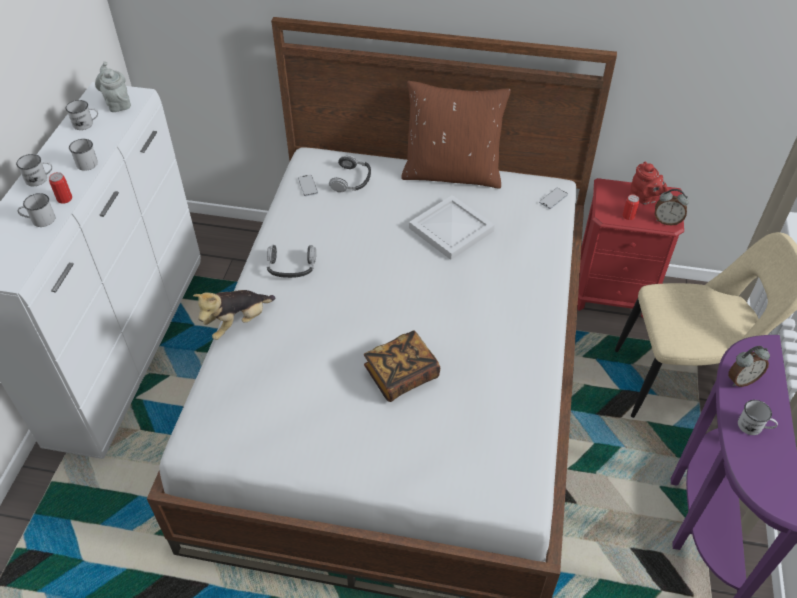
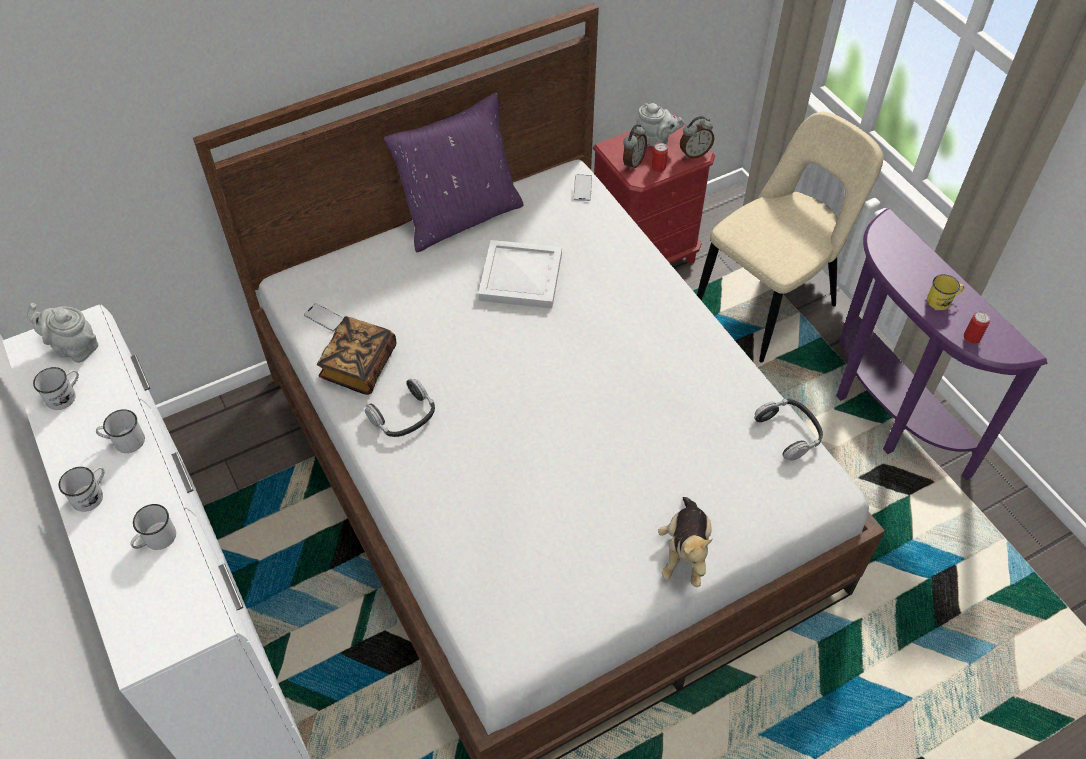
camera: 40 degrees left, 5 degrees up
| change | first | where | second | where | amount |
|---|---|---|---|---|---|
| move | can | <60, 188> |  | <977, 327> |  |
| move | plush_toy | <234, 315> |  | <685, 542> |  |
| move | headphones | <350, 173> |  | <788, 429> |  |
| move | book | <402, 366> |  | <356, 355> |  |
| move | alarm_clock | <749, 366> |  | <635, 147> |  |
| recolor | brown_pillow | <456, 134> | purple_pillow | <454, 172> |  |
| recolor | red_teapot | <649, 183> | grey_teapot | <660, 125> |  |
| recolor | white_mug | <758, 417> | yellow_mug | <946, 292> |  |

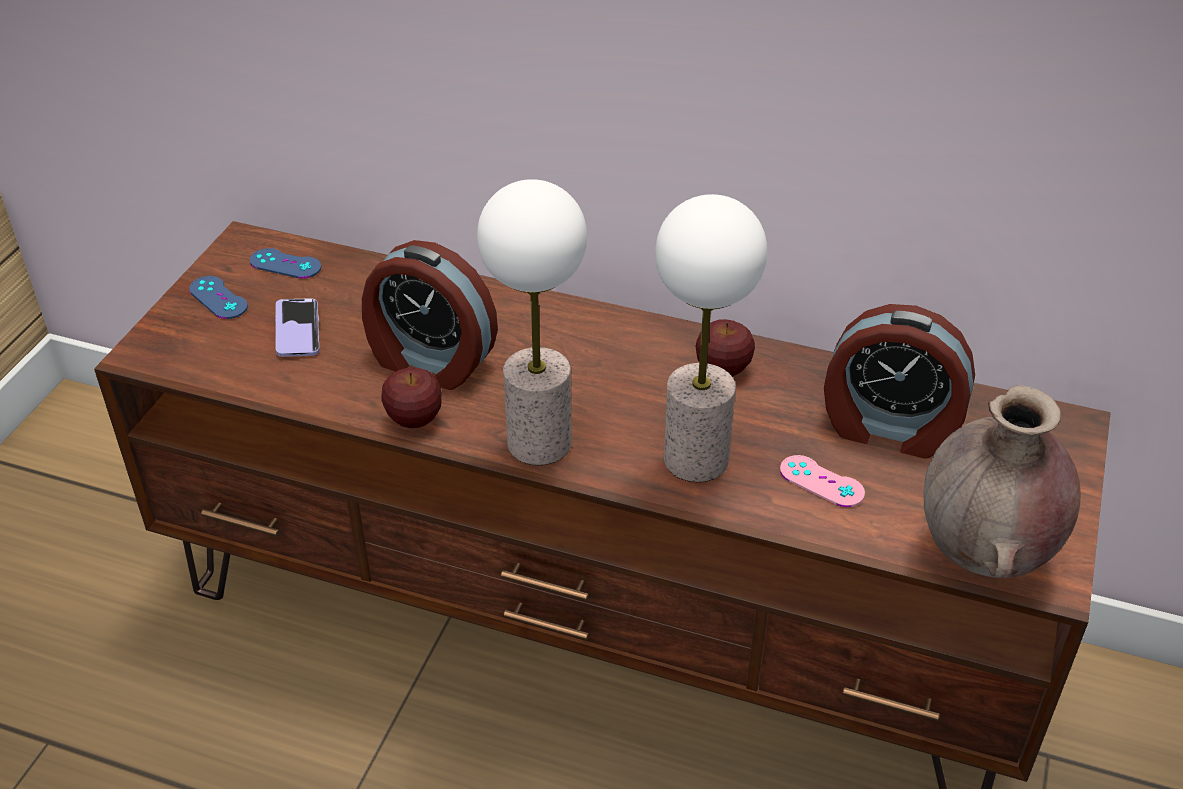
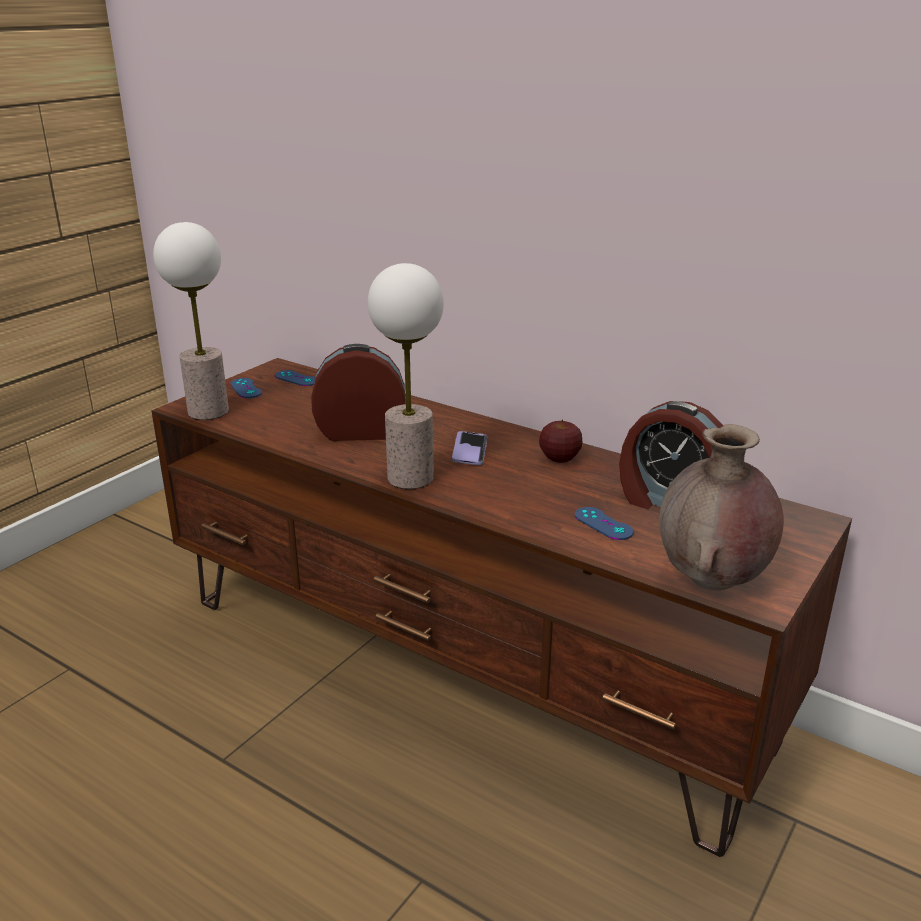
camera: 15 degrees right, 15 degrees down
| change | first | where | second | where | amount |
|---|---|---|---|---|---|
| delete | apple | <412, 398> |  |  |  |
| move | phone | <297, 327> |  | <469, 448> |  |
| move | table_lamp | <711, 338> |  | <191, 321> |  |
| recolor | pink_game_controller | <822, 481> | blue_game_controller | <604, 523> |  |
| rotate | alarm_clock | <430, 315> |  | <358, 392> | 135 degrees clockwise |

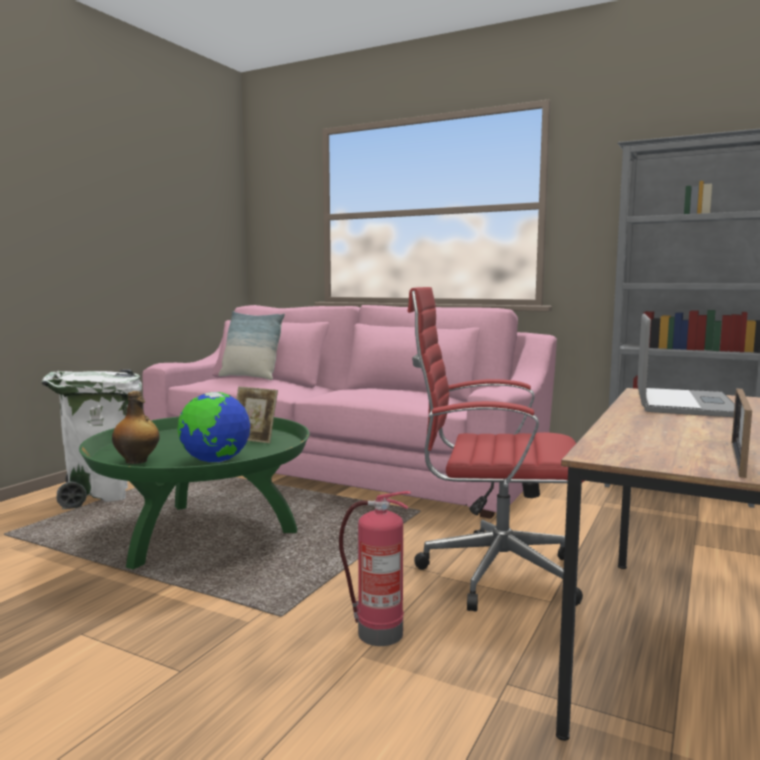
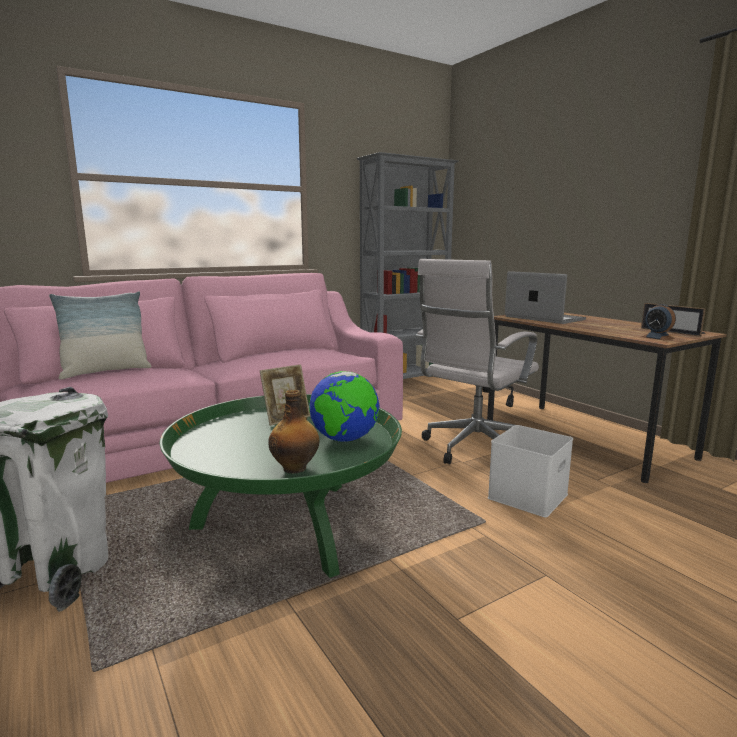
camera: 60 degrees left, 5 degrees up
| change | first | where | second | where | amount |
|---|---|---|---|---|---|
| insert |  |  | alarm_clock | <658, 322> |  |
| replace | fire_extinguisher | <375, 568> | white_storage_box | <530, 471> |  |
| recolor | red_office_chair | <496, 449> | white_office_chair | <477, 361> |  |

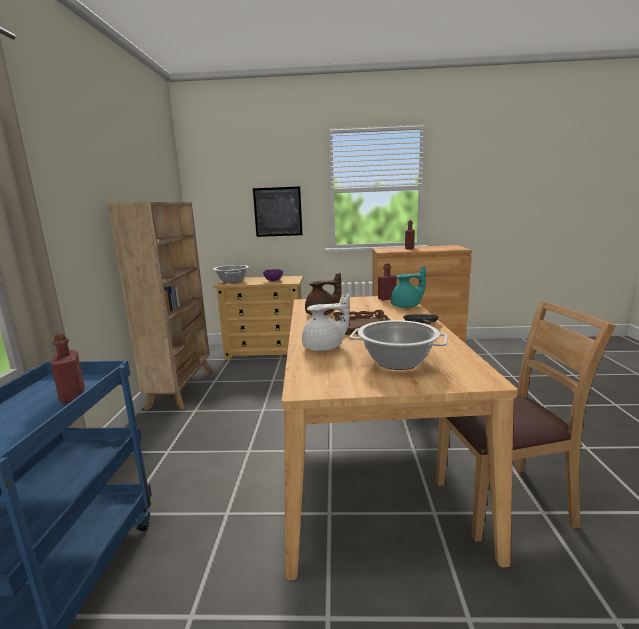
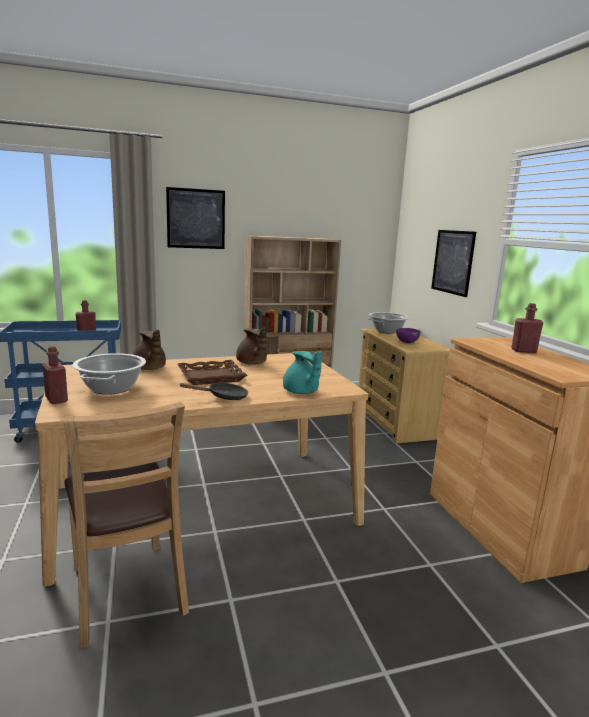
camera: 70 degrees right, 0 degrees up
| change | first | where | second | where | amount |
|---|---|---|---|---|---|
| insert |  |  | picture | <195, 218> |  |
| move | red_bottle | <387, 281> |  | <55, 375> |  |
| recolor | white_teapot | <326, 322> | brown_teapot | <149, 350> |  |

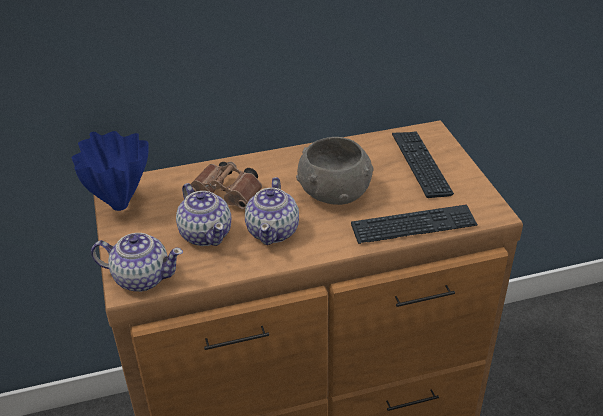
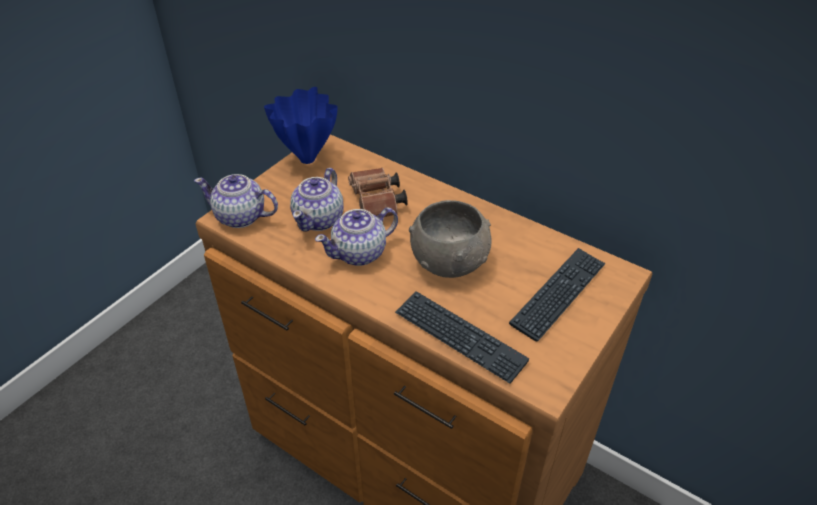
camera: 50 degrees right, 5 degrees up
| change | first | where | second | where | amount |
|---|---|---|---|---|---|
| rotate | teapot | <137, 262> |  | <236, 201> | 135 degrees clockwise |

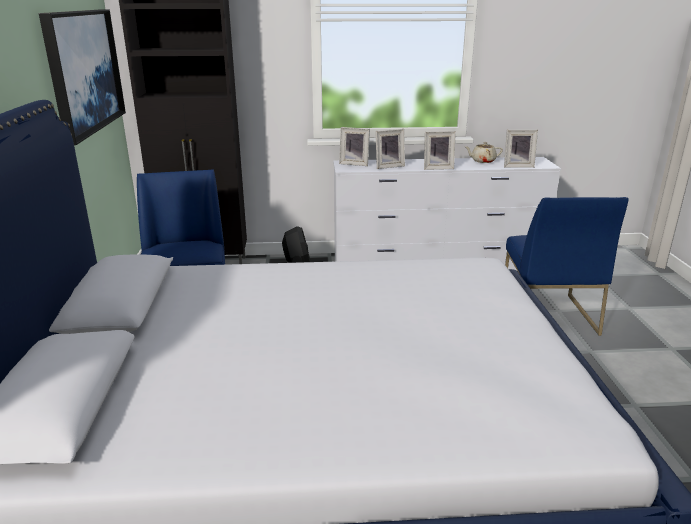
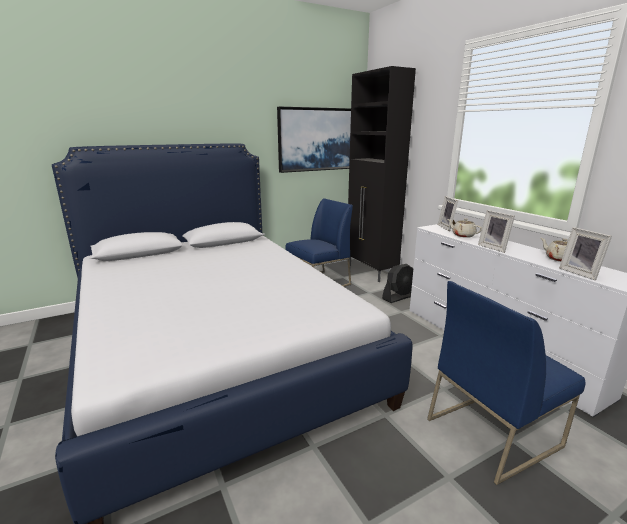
camera: 65 degrees right, 5 degrees down
| change | first | where | second | where | amount |
|---|---|---|---|---|---|
| replace | picture_frame | <390, 149> | beige_teapot | <465, 228> |  |

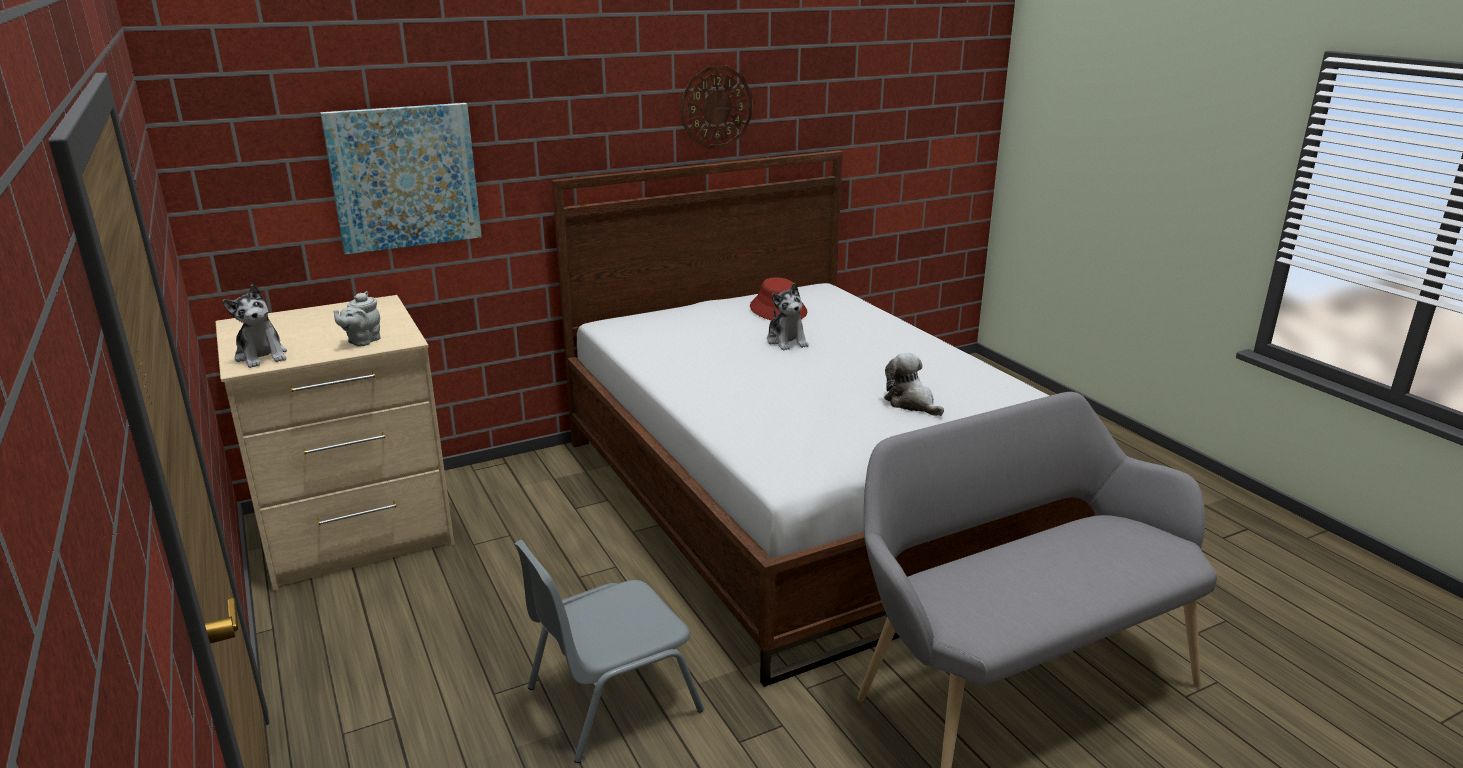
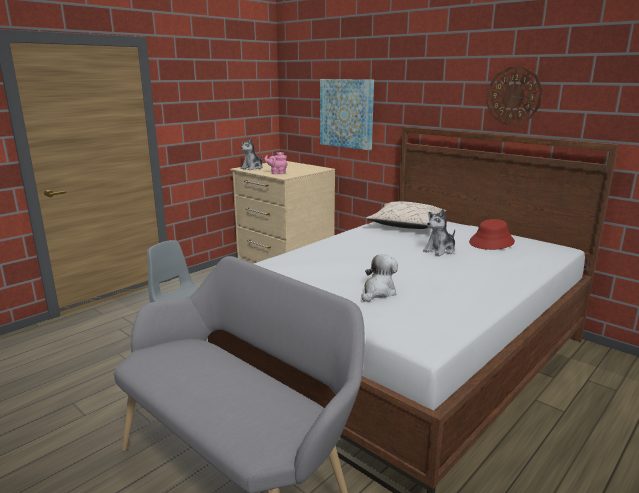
camera: 70 degrees right, 5 degrees down
| change | first | where | second | where | amount |
|---|---|---|---|---|---|
| insert |  |  | beige_pillow | <406, 215> |  |
| recolor | grey_teapot | <356, 318> | pink_teapot | <276, 163> |  |

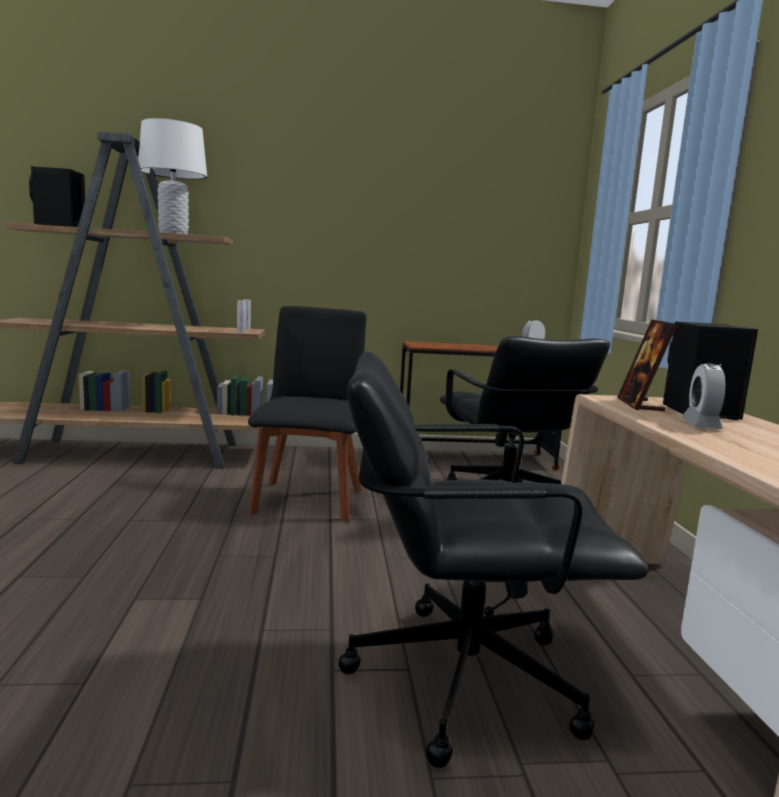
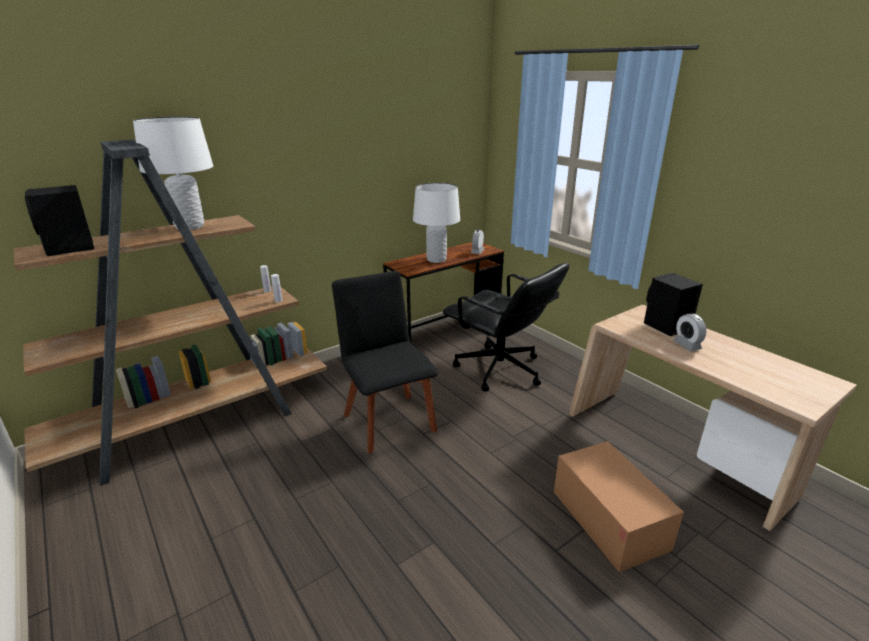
camera: 30 degrees left, 15 degrees up
| change | first | where | second | where | amount |
|---|---|---|---|---|---|
| delete | picture_frame | <647, 365> |  |  |  |
| insert |  |  | white_table_lamp | <436, 223> |  |
| replace | black_office_chair | <493, 559> | cardboard_box | <619, 506> |  |

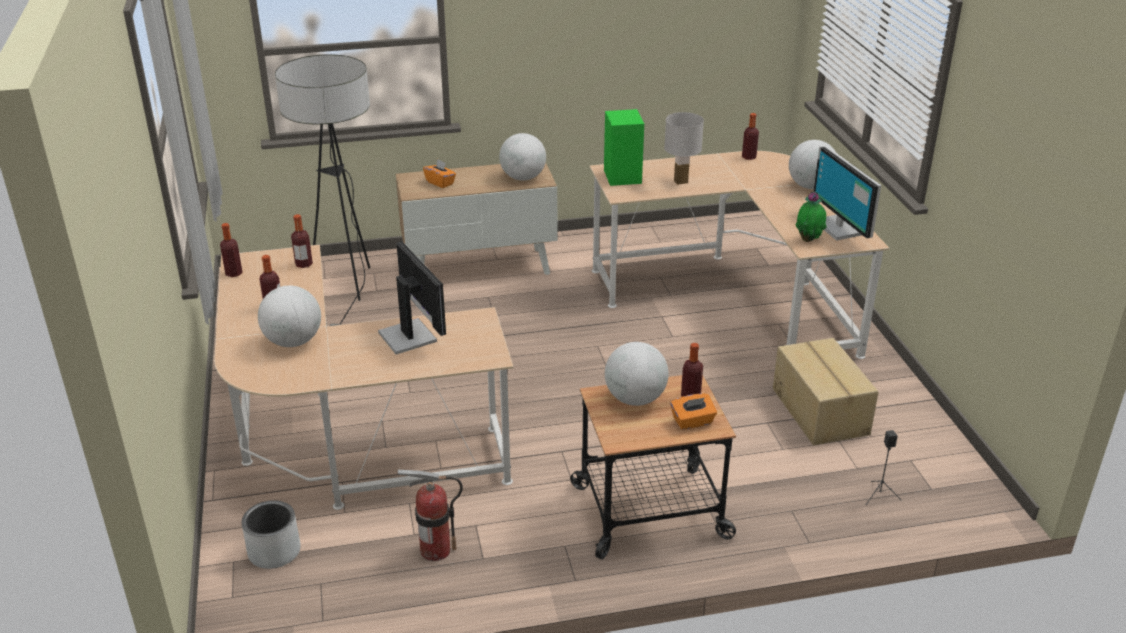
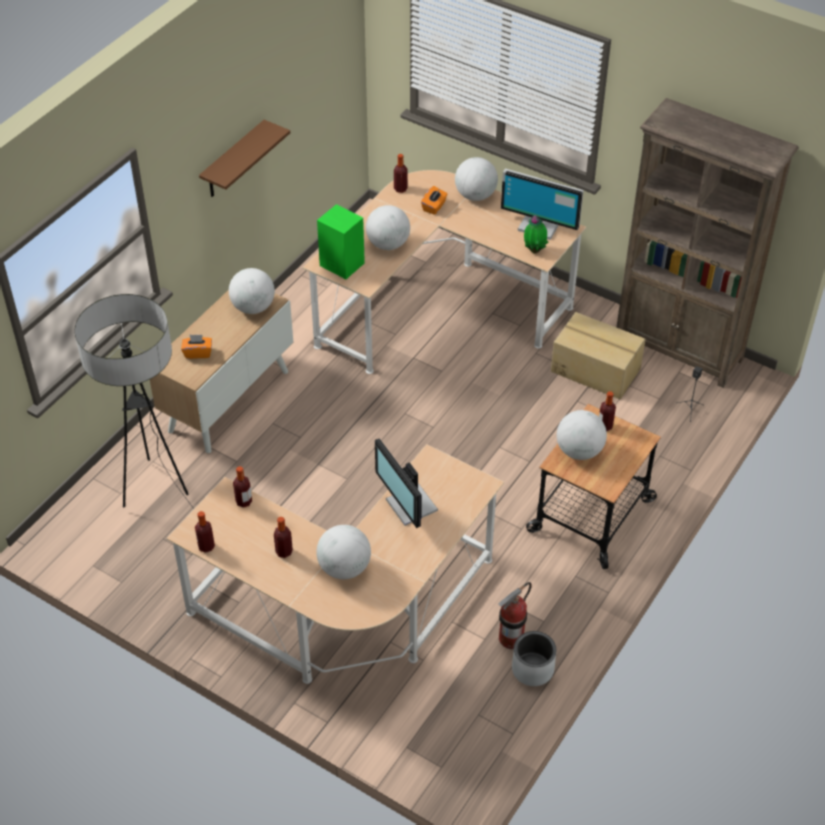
camera: 45 degrees left, 15 degrees up
| change | first | where | second | where | amount |
|---|---|---|---|---|---|
| insert |  |  | brown_shelf | <244, 158> |  |
| insert |  |  | brown_bookcase | <707, 243> |  |
| move | grey_planter | <271, 534> |  | <534, 658> |  |
| move | orange_tissue_box | <693, 411> |  | <434, 200> |  |
| replace | white_table_lamp | <684, 148> | globe | <388, 227> |  |
| rotate | monitor | <412, 297> |  | <406, 483> | 135 degrees counterclockwise |

